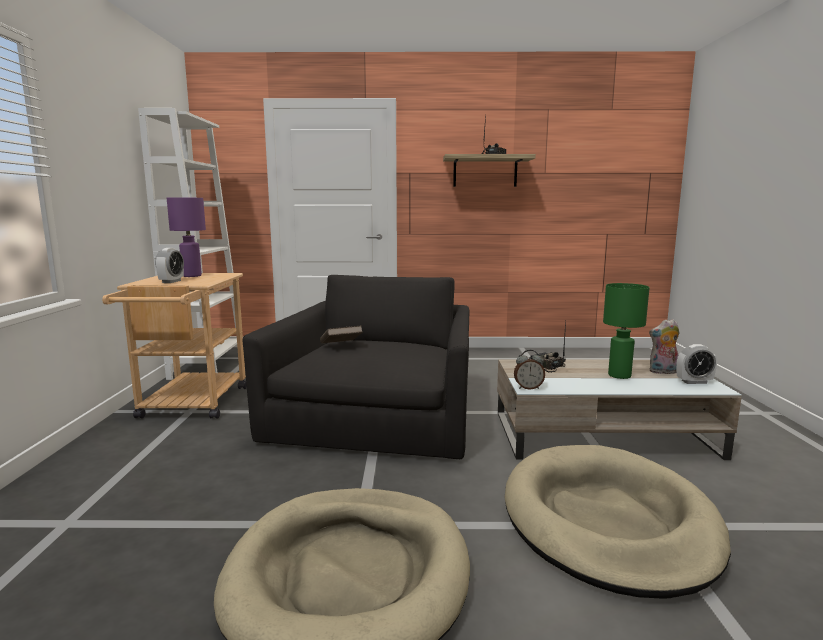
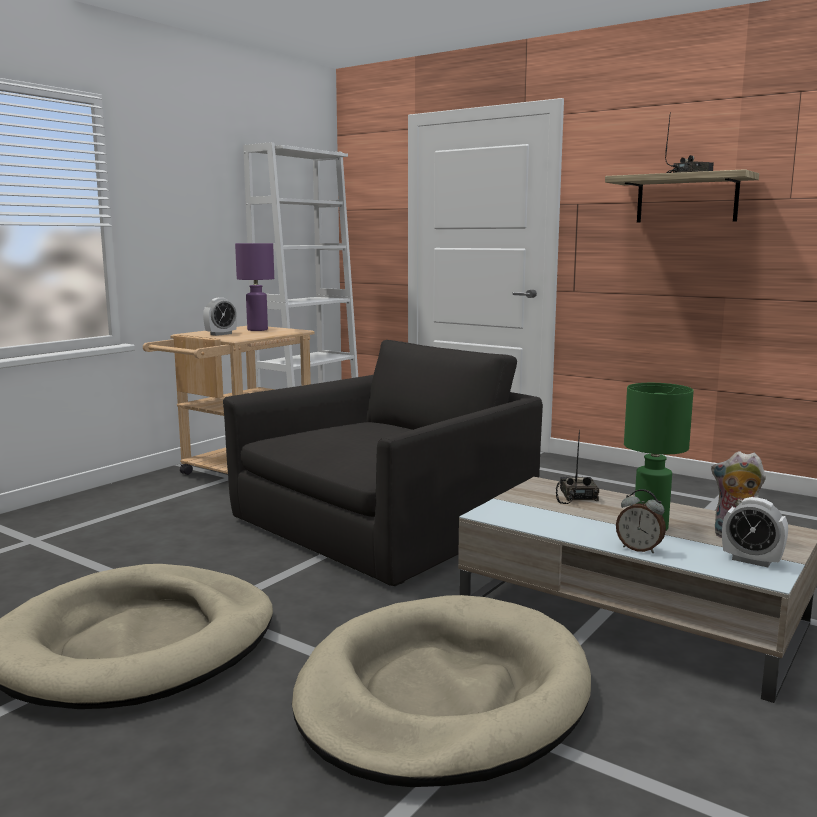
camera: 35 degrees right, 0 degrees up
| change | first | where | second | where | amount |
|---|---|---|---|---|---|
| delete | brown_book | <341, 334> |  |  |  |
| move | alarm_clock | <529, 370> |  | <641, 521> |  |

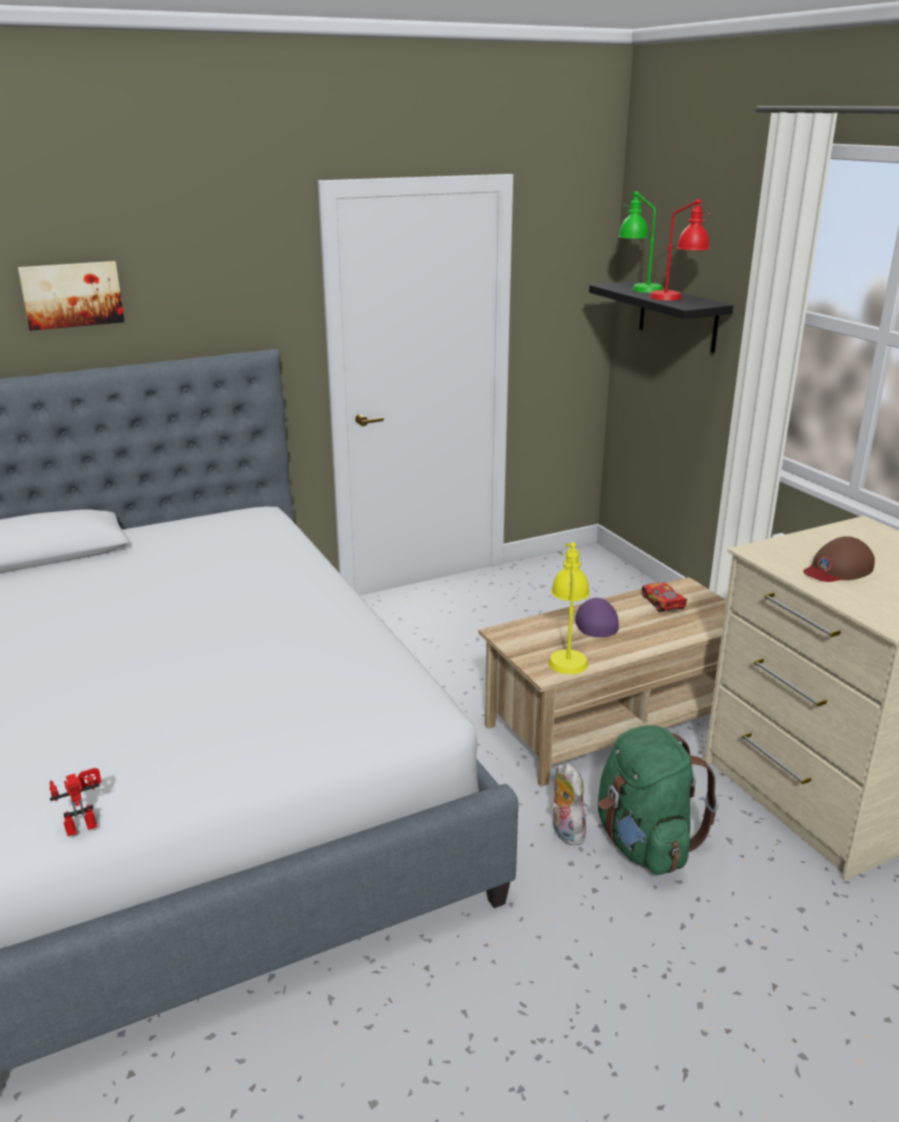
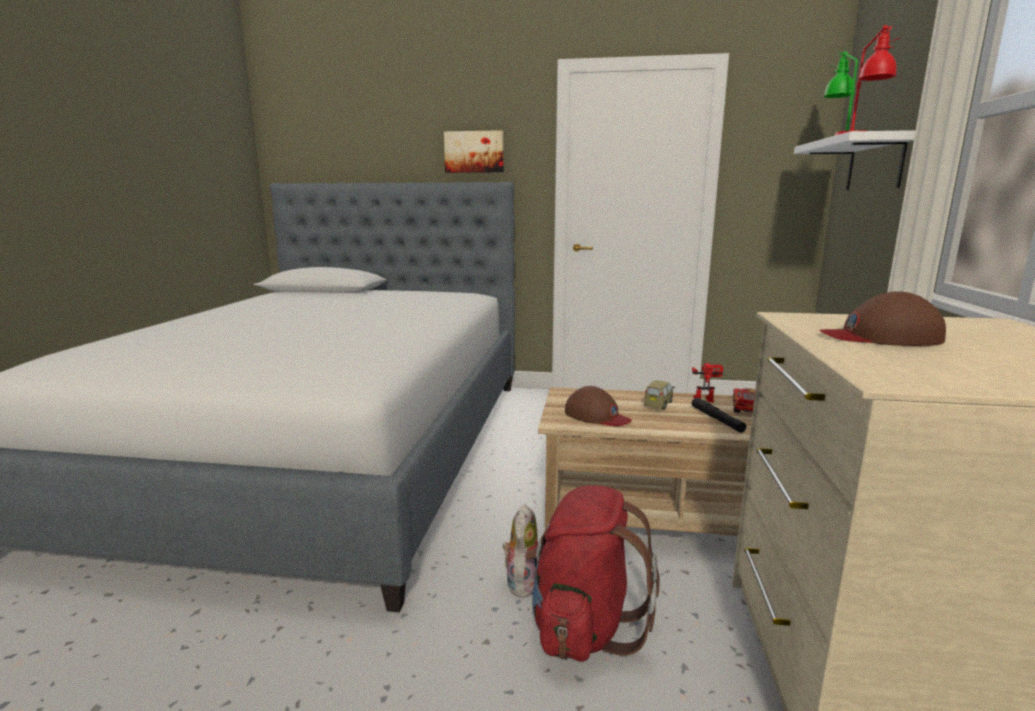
camera: 35 degrees right, 10 degrees down
| change | first | where | second | where | amount |
|---|---|---|---|---|---|
| insert |  |  | black_flashlight | <719, 415> |  |
| move | picture | <71, 296> |  | <474, 151> |  |
| move | toy_robot | <75, 802> |  | <707, 382> |  |
| replace | yellow_table_lamp | <569, 608> | brown_cap | <598, 406> |  |
| replace | purple_cap | <597, 617> | toy_car | <659, 395> |  |
| recolor | black_shelf | <661, 317> | white_shelf | <855, 160> |  |
| recolor | green_backpack | <658, 800> | red_backpack | <592, 573> |  |

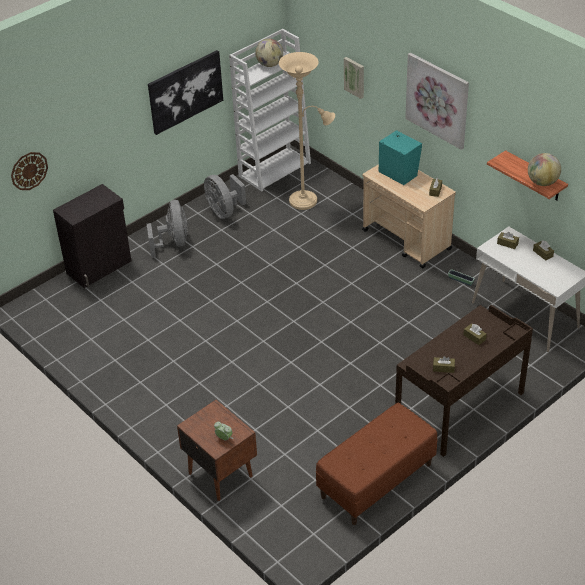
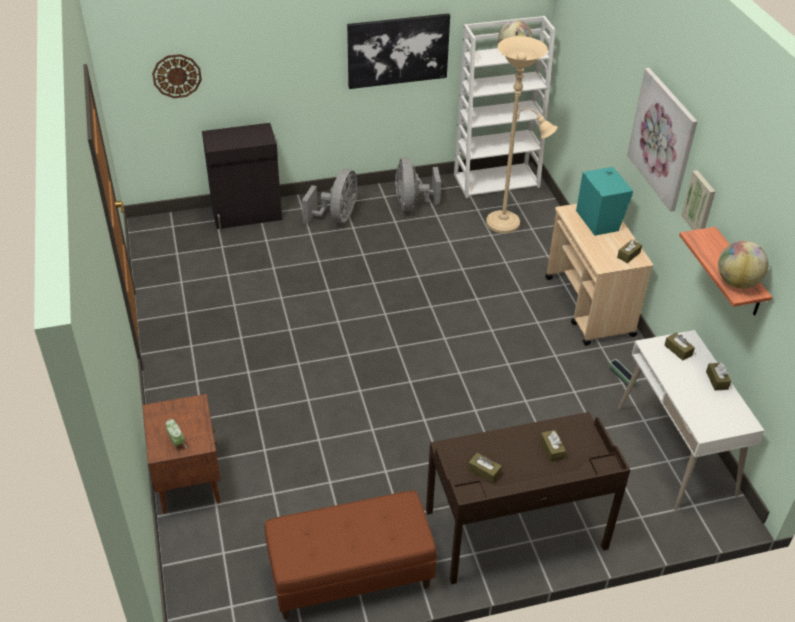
camera: 25 degrees right, 0 degrees up
| change | first | where | second | where | amount |
|---|---|---|---|---|---|
| move | picture | <354, 78> |  | <698, 200> |  |

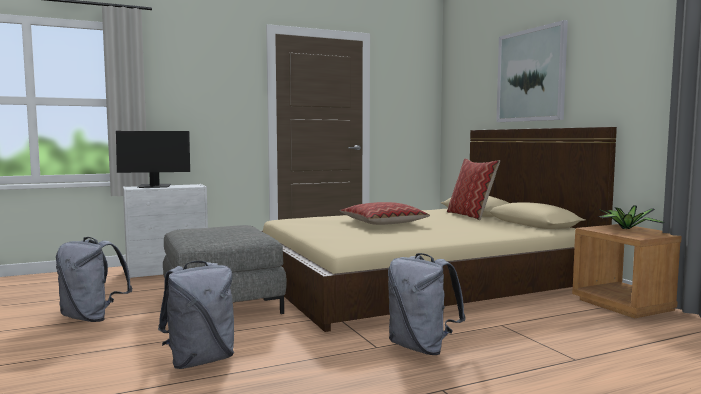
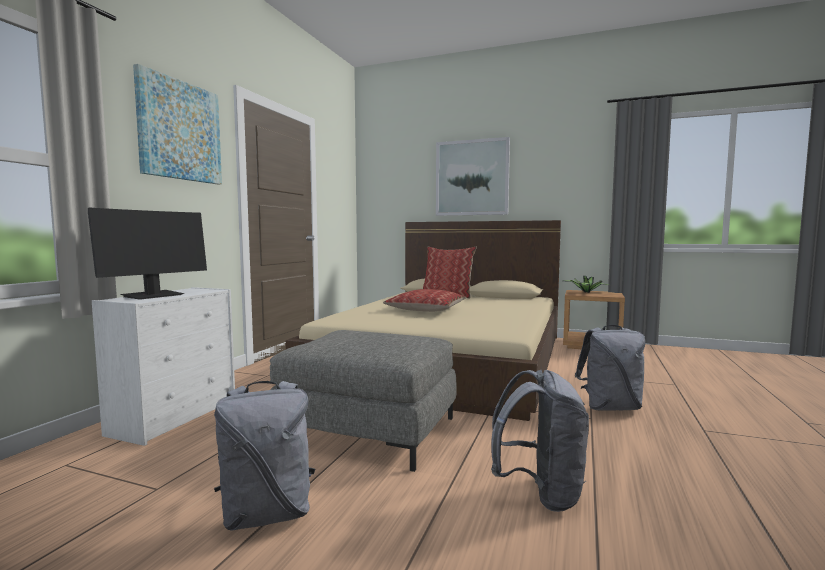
camera: 45 degrees left, 0 degrees up
| change | first | where | second | where | amount |
|---|---|---|---|---|---|
| insert |  |  | picture | <177, 124> |  |

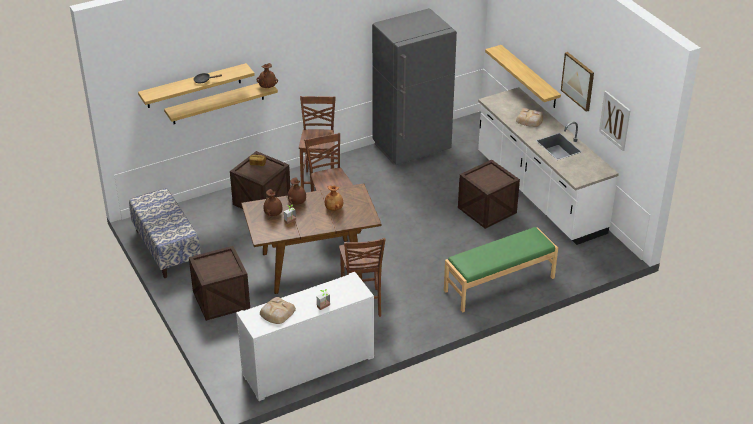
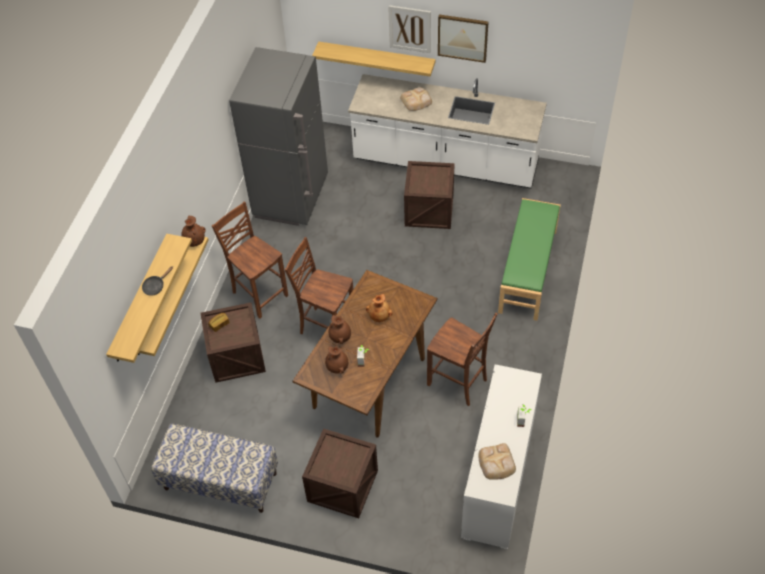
camera: 45 degrees left, 15 degrees up
| change | first | where | second | where | amount |
|---|---|---|---|---|---|
| move | picture | <615, 121> |  | <409, 29> |  |

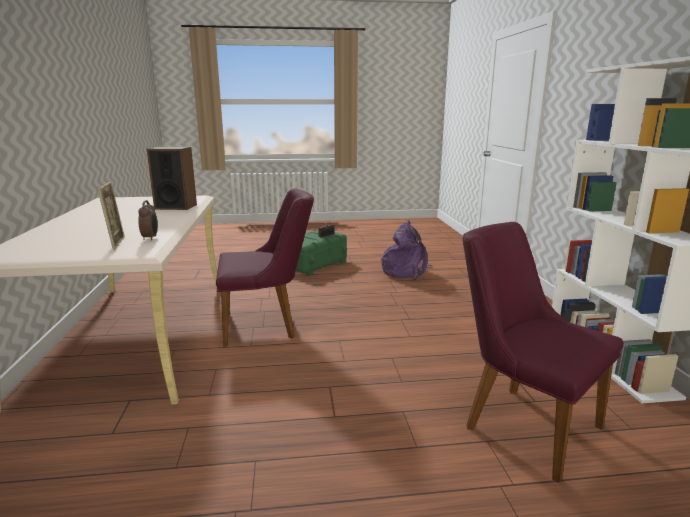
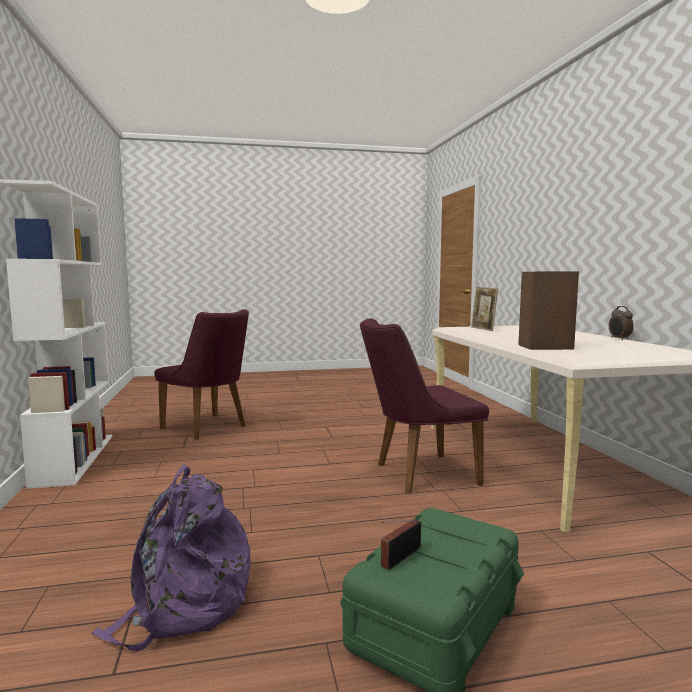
camera: 175 degrees right, 10 degrees down
| change | first | where | second | where | amount |
|---|---|---|---|---|---|
| move | alarm_clock | <148, 220> |  | <621, 323> |  |

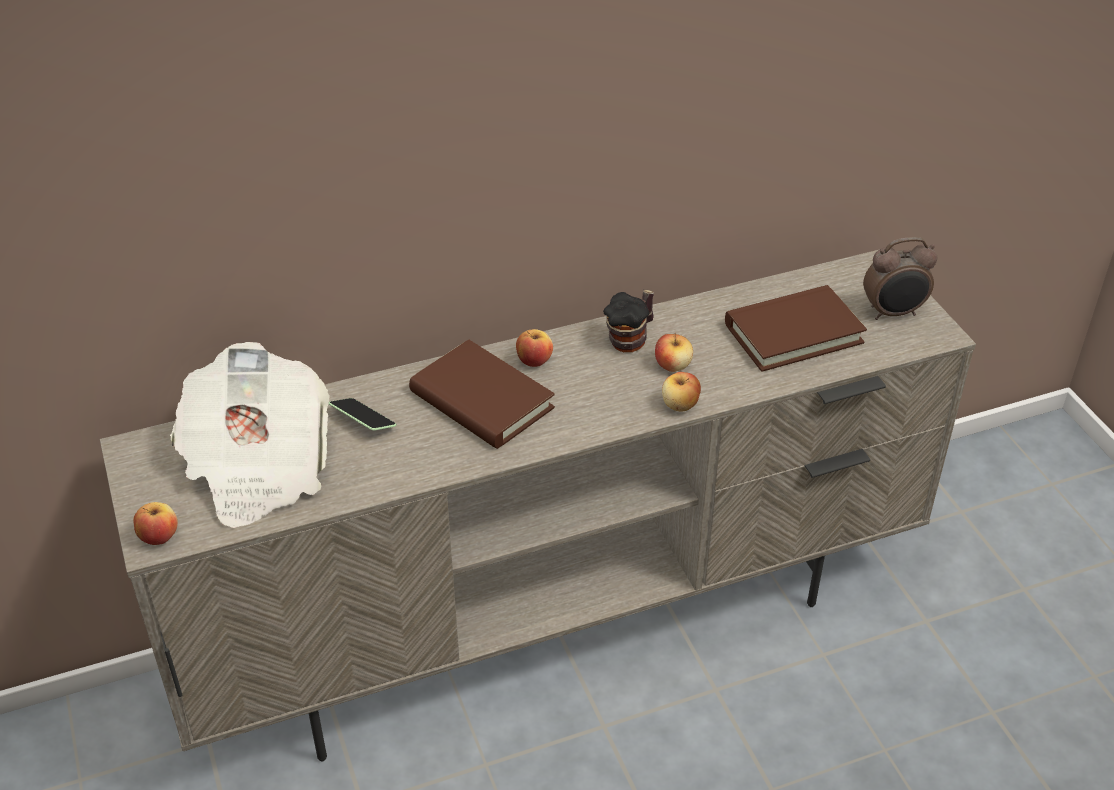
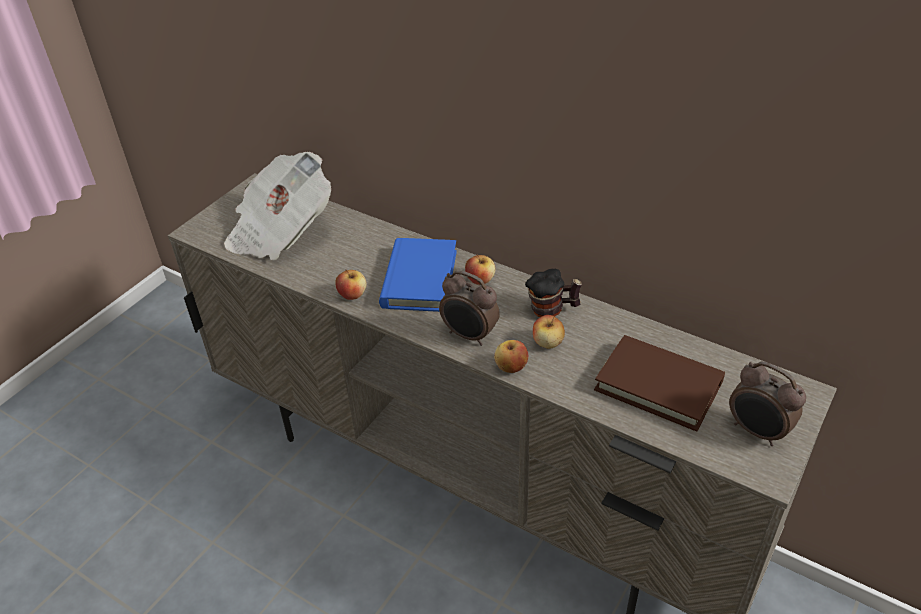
camera: 55 degrees right, 0 degrees up
| change | first | where | second | where | amount |
|---|---|---|---|---|---|
| delete | phone | <362, 414> |  |  |  |
| insert |  |  | alarm_clock | <469, 308> |  |
| move | apple | <155, 523> |  | <351, 285> |  |
| recolor | brown_book | <482, 394> | blue_book | <418, 275> |  |

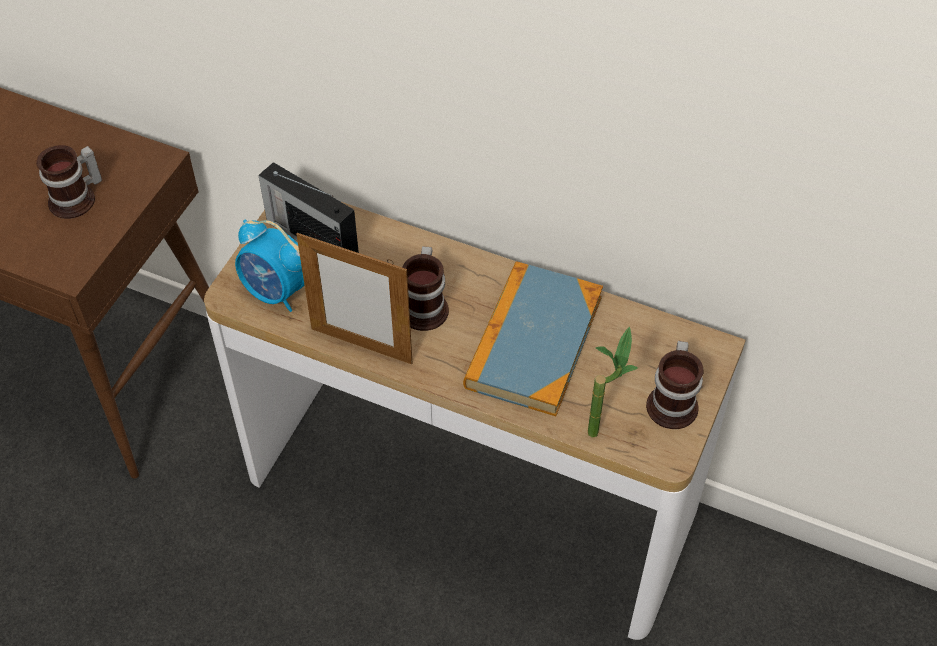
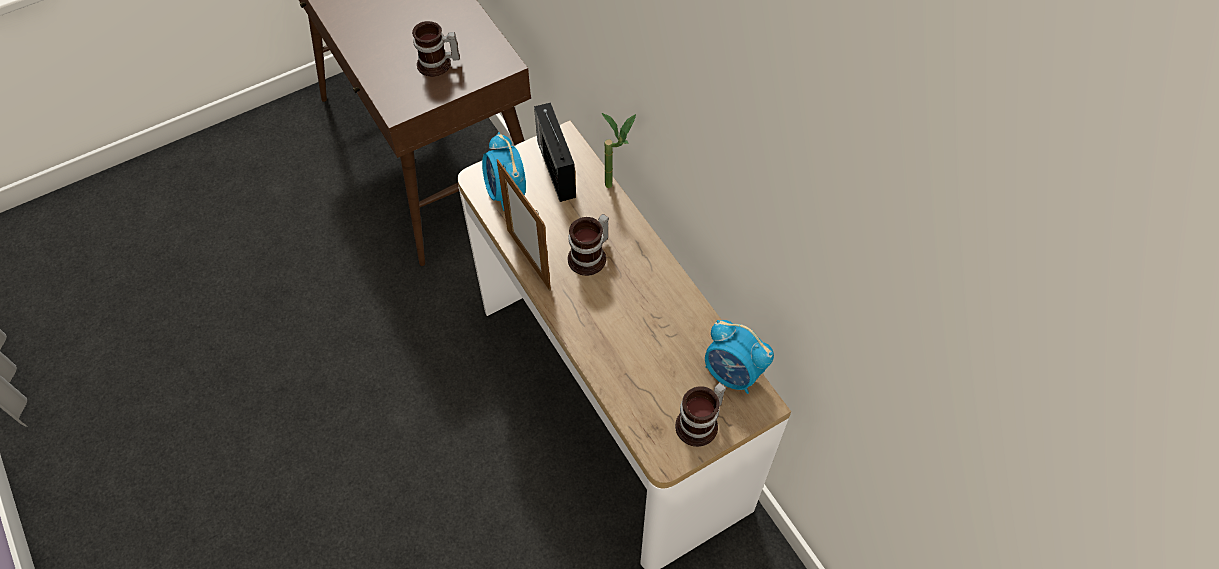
camera: 35 degrees right, 5 degrees up
| change | first | where | second | where | amount |
|---|---|---|---|---|---|
| delete | book | <533, 338> |  |  |  |
| insert |  |  | alarm_clock | <739, 357> |  |
| move | potted_plant | <613, 382> |  | <619, 150> |  |

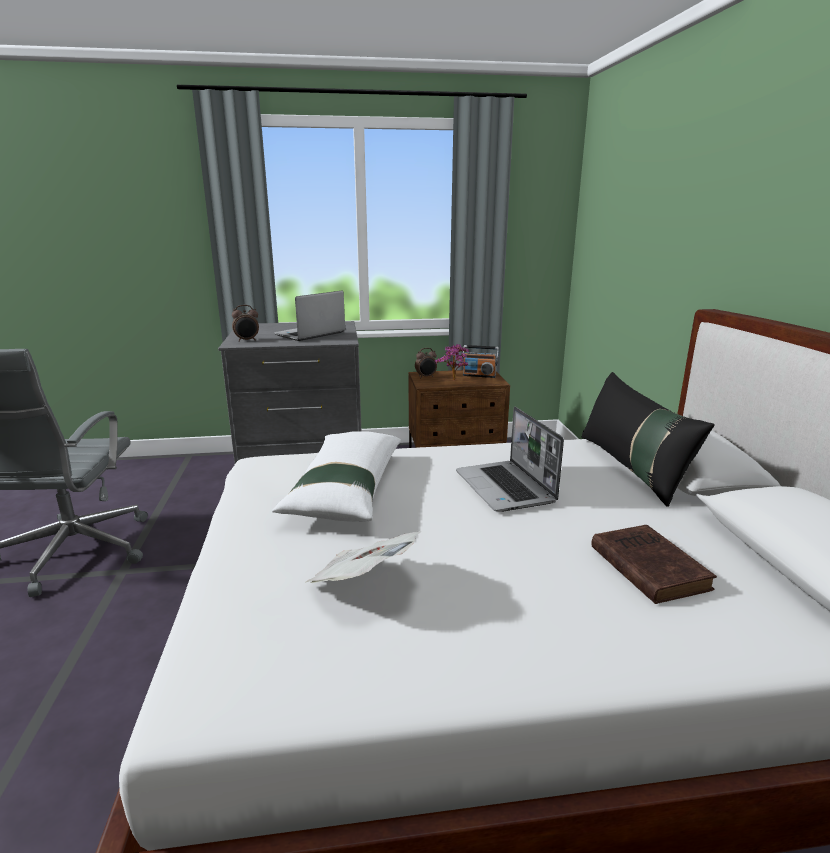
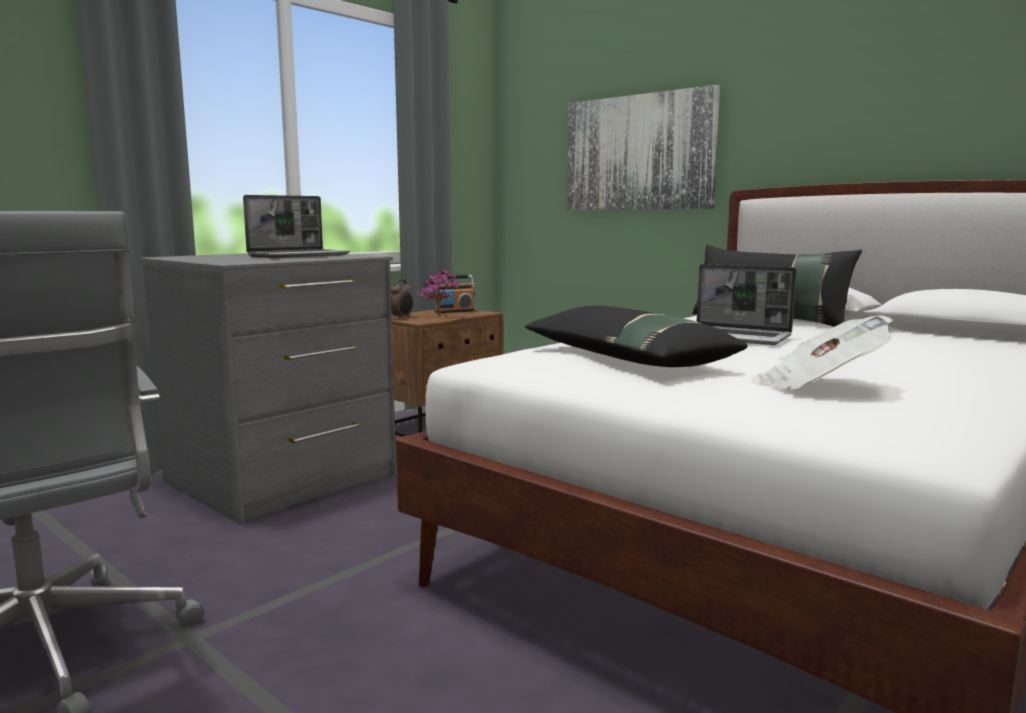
camera: 40 degrees left, 10 degrees down
| change | first | where | second | where | amount |
|---|---|---|---|---|---|
| delete | alarm_clock | <245, 323> |  |  |  |
| delete | brown_book | <654, 564> |  |  |  |
| insert |  |  | picture | <643, 147> |  |
| recolor | white_pillow | <336, 476> | black_pillow | <636, 336> |  |
| rotate | laptop | <309, 316> |  | <296, 226> | 135 degrees counterclockwise |

